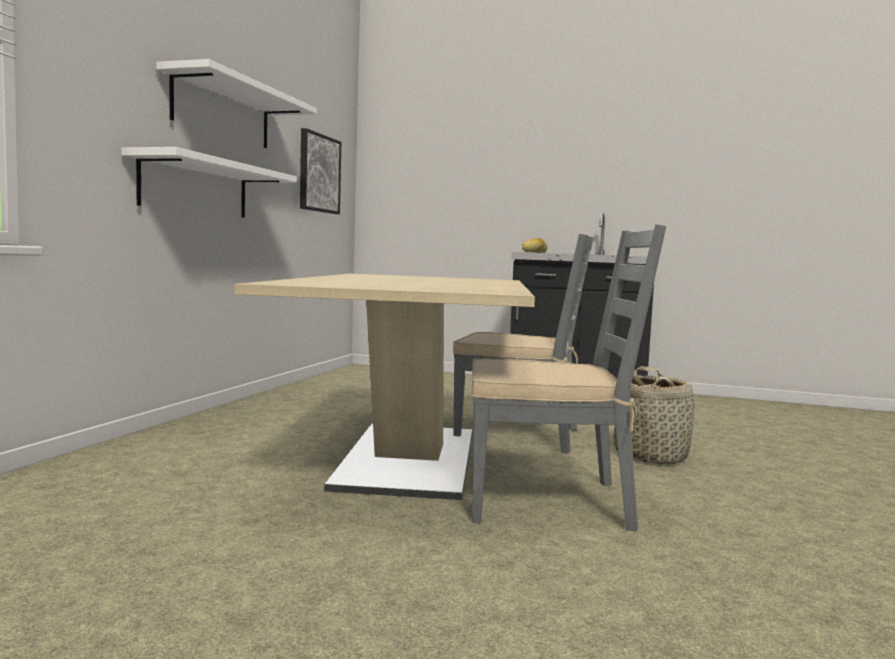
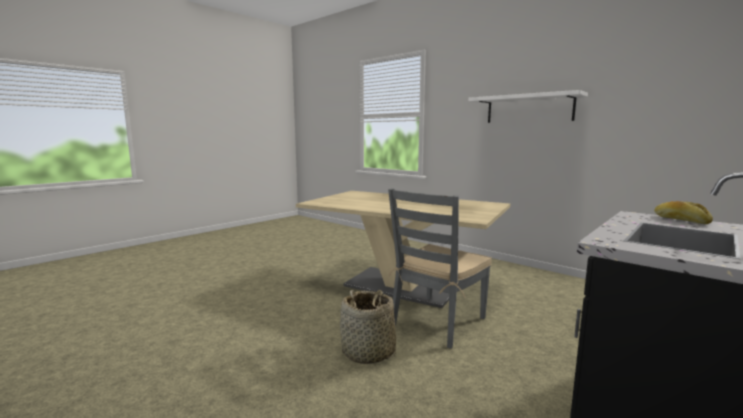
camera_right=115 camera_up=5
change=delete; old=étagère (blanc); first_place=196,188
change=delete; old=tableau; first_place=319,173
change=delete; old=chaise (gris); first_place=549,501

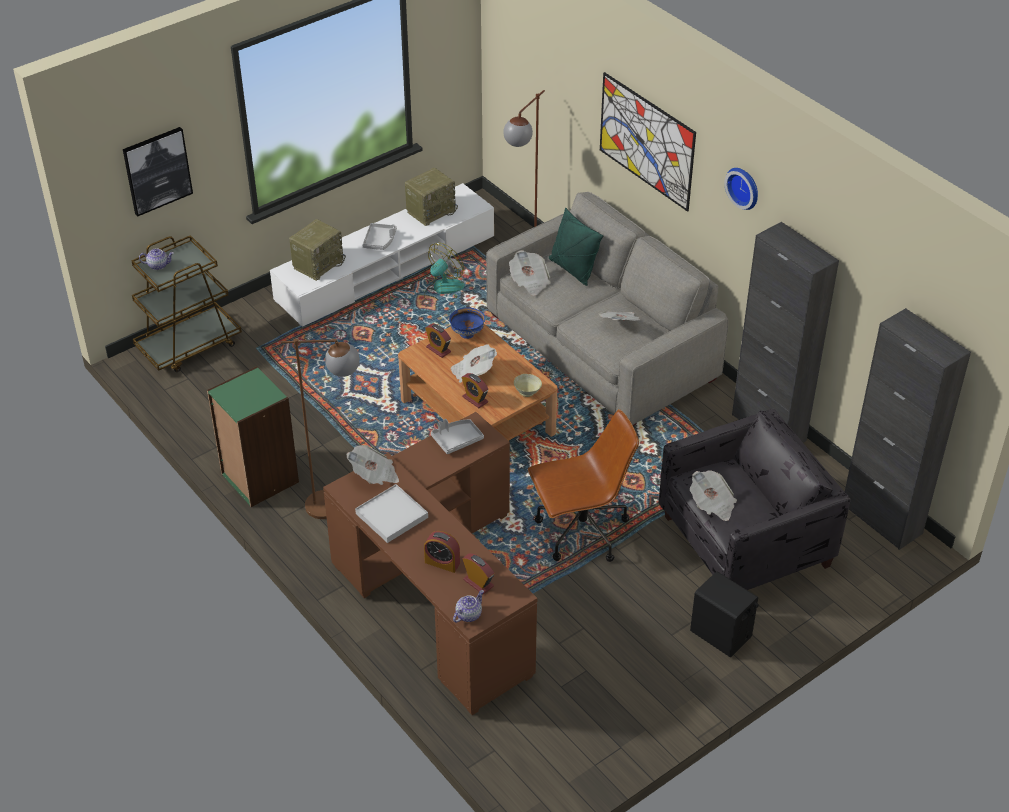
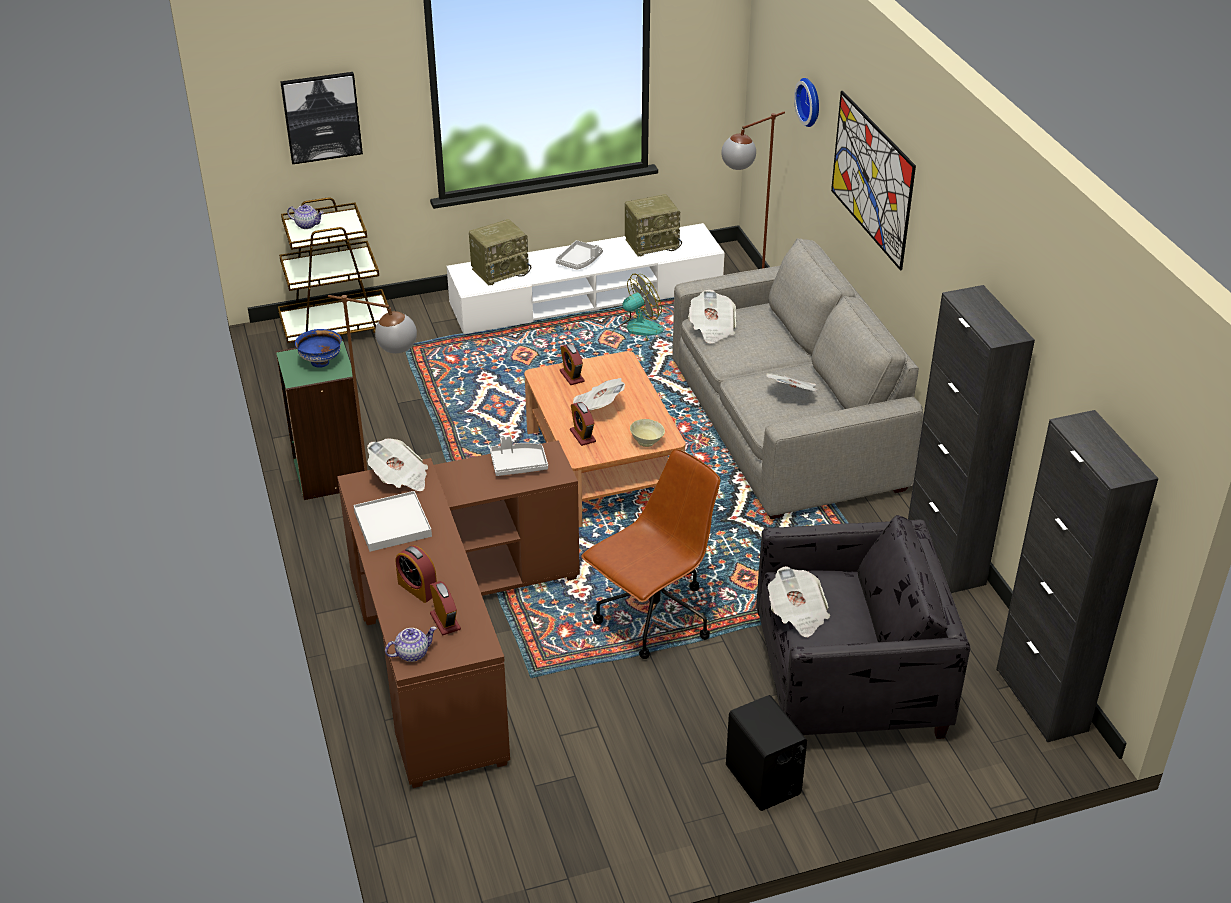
camera_right=20 camera_up=-5
change=move; old=bol (bleu); first_place=467,333; second_place=320,362
change=rotate; old=chaise de bureau (marron); first_place=580,532; second_place=653,618; degrees=-45
change=move; old=horloge murale; first_place=744,187; second_place=810,101
change=delete; old=coussin (vert); first_place=573,269

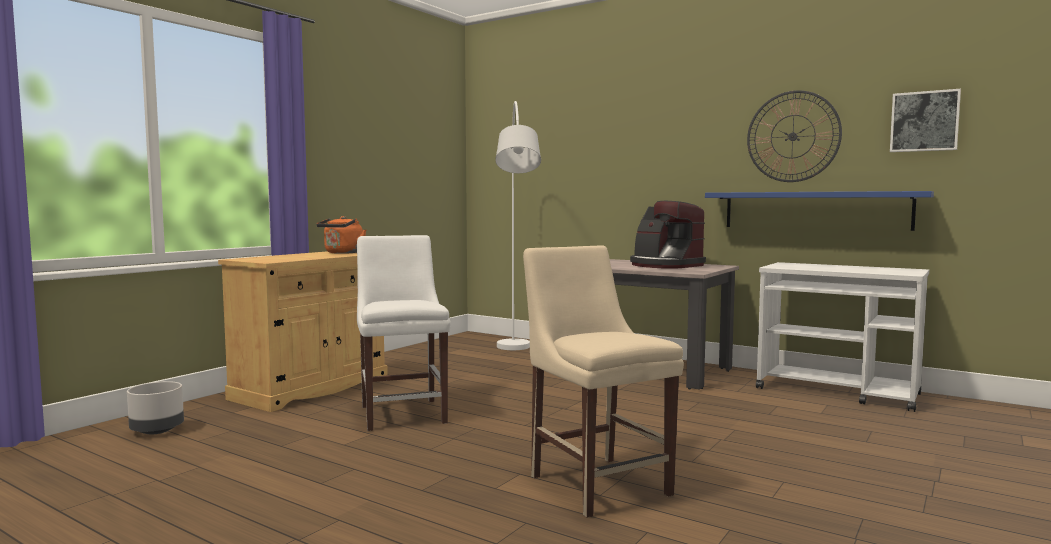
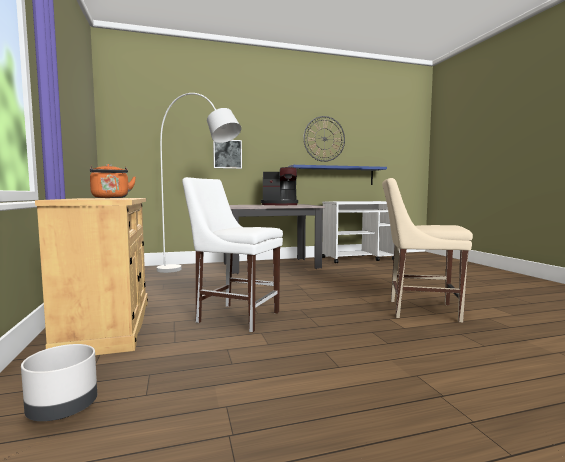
camera_right=-50 camera_up=0
change=move; old=tableau; first_place=924,121; second_place=227,154

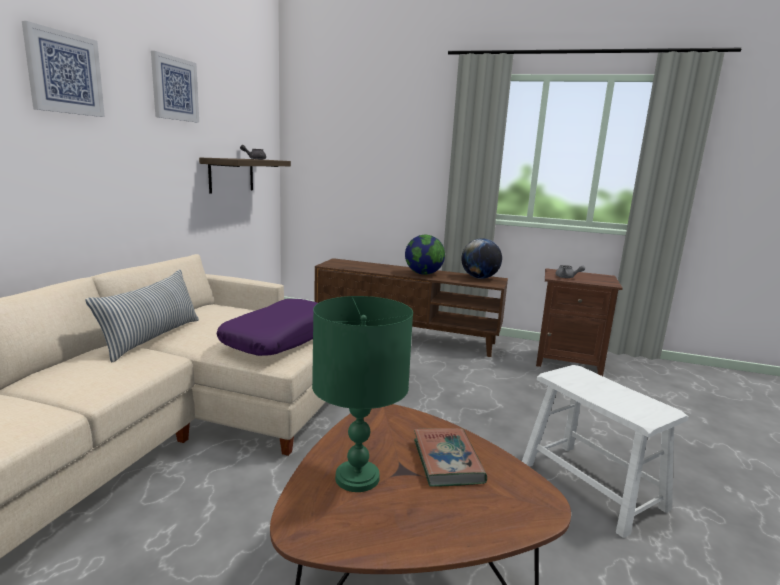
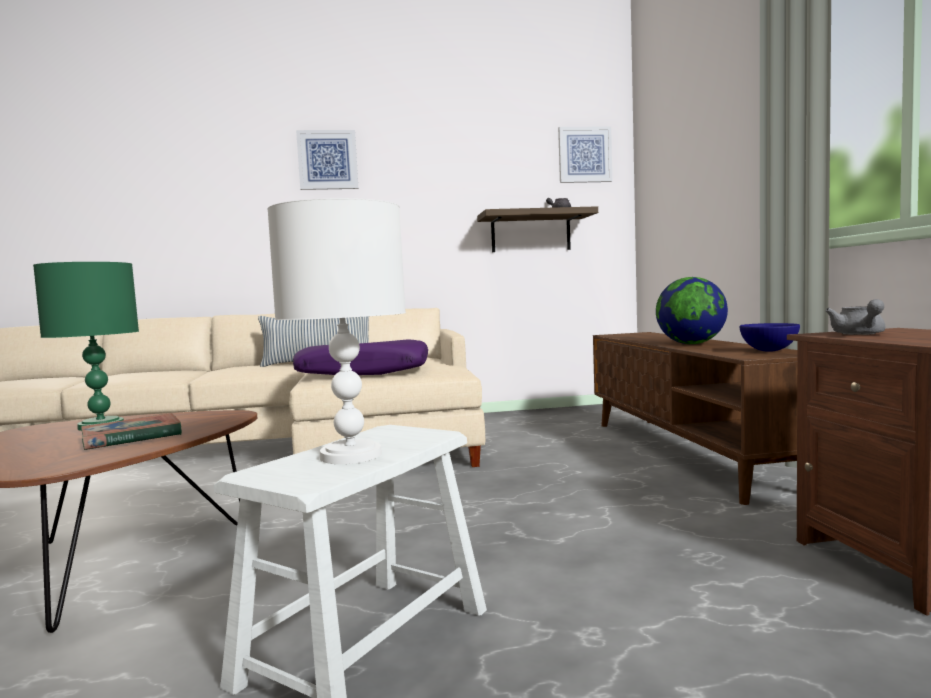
camera_right=65 camera_up=-10
change=insert; new=lampe de table (blanc); second_place=349,455
change=move; old=tableau; first_place=174,89; second_place=584,155
change=replace; old=globe; new=bol (bleu); first_place=479,278; second_place=768,351

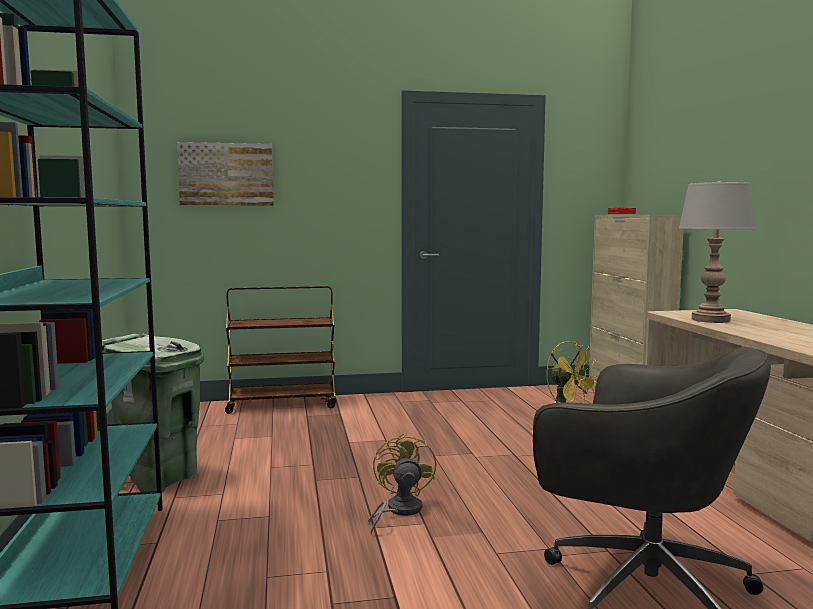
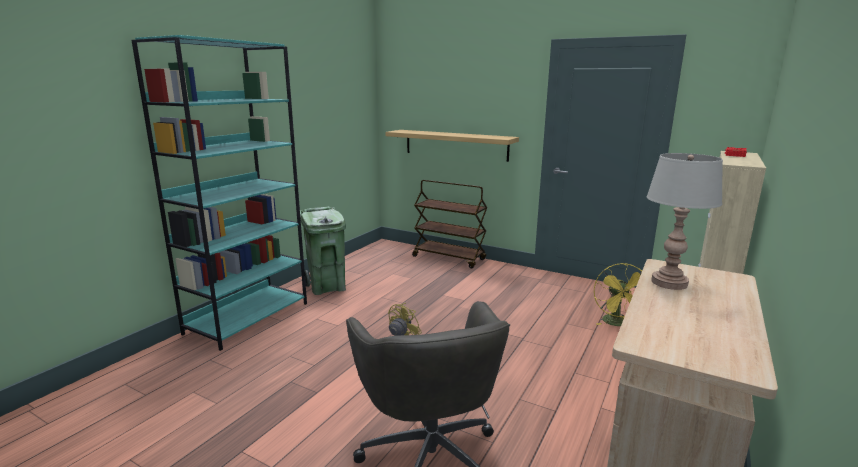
camera_right=40 camera_up=10
change=insert; new=étagère; second_place=455,145
change=delete; old=tableau; first_place=226,174

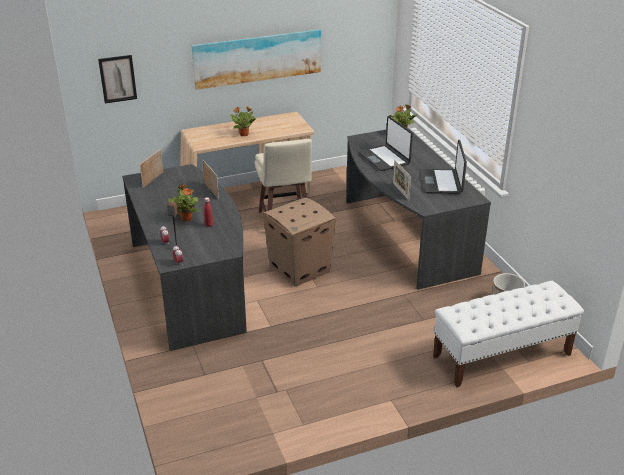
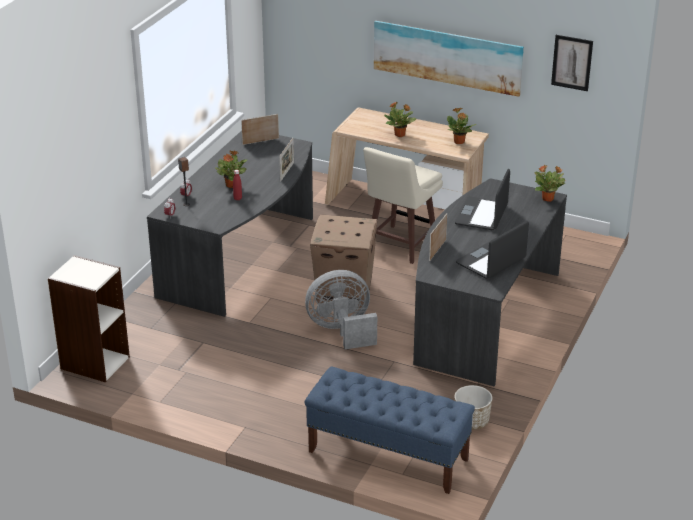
camera_right=45 camera_up=0
change=insert; new=bibliothèque; second_place=94,362
change=insert; new=ventilateur (gris); second_place=342,331
change=recolor; old=banc (blanc); new=banc (bleu); first_place=501,356; second_place=387,455
change=insert; new=plante en pot; second_place=459,142
change=move; old=tableau; first_place=118,79; second_place=572,62

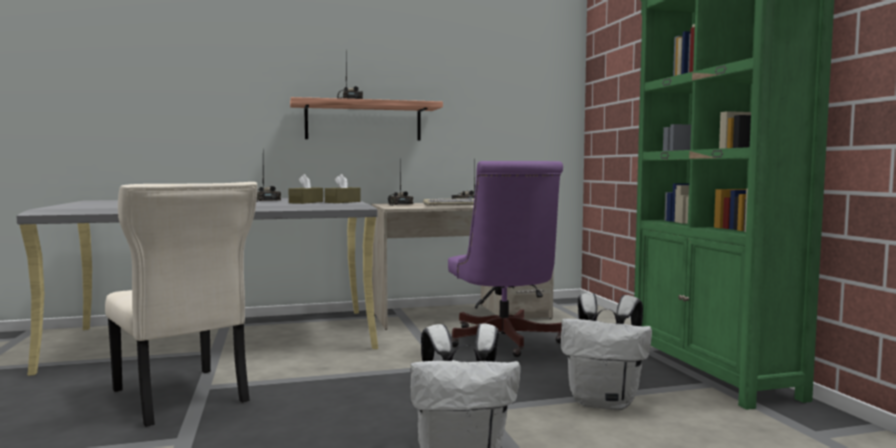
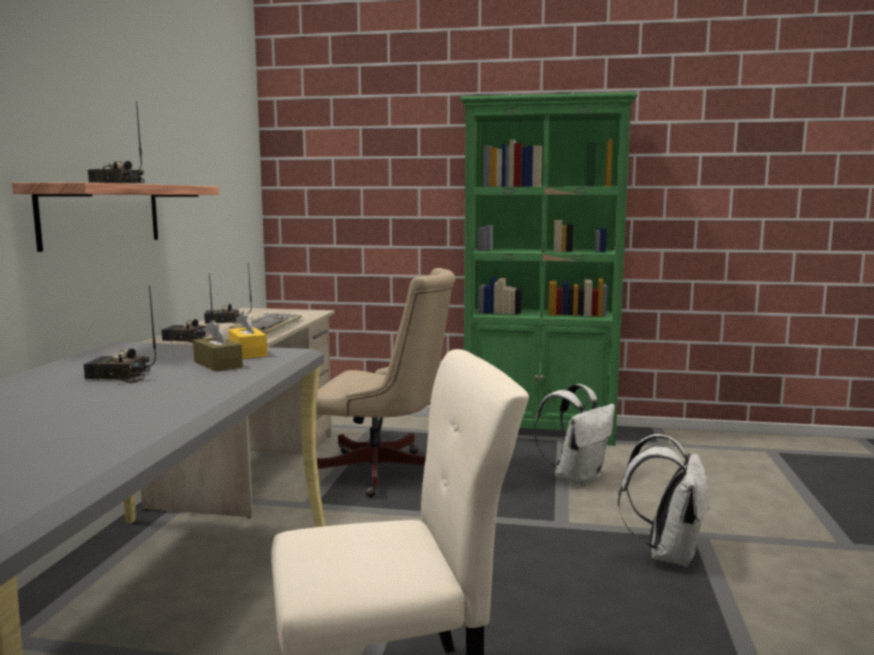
camera_right=-65 camera_up=5
change=recolor; old=boîte à mouchoirs (marron); new=boîte à mouchoirs (jaune); first_place=342,202; second_place=248,353
change=recolor; old=chaise de bureau (violet); new=chaise de bureau (beige); first_place=504,342; second_place=384,473

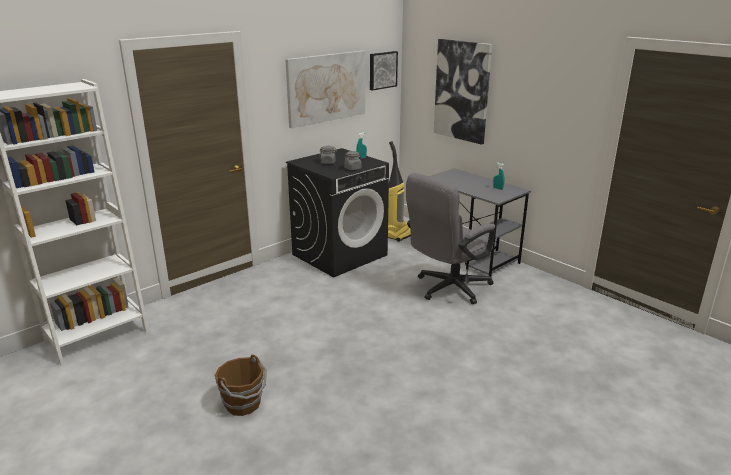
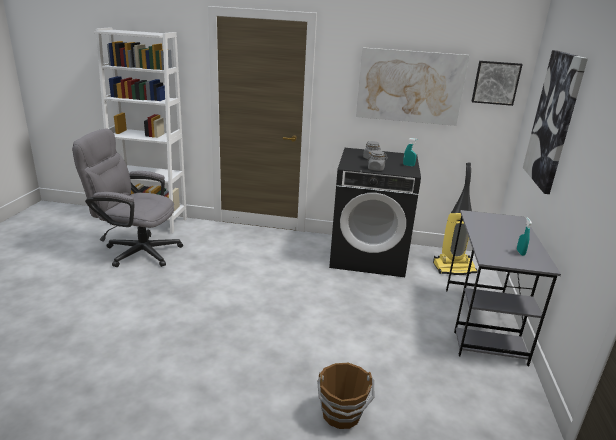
camera_right=50 camera_up=0
change=move; old=chaise de bureau (gris); first_place=447,289; second_place=136,251
change=move; old=seau (marron); first_place=243,404; second_place=342,414

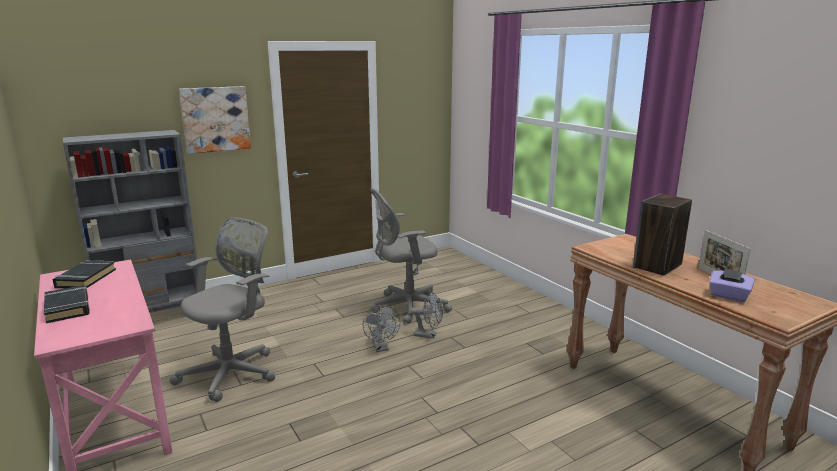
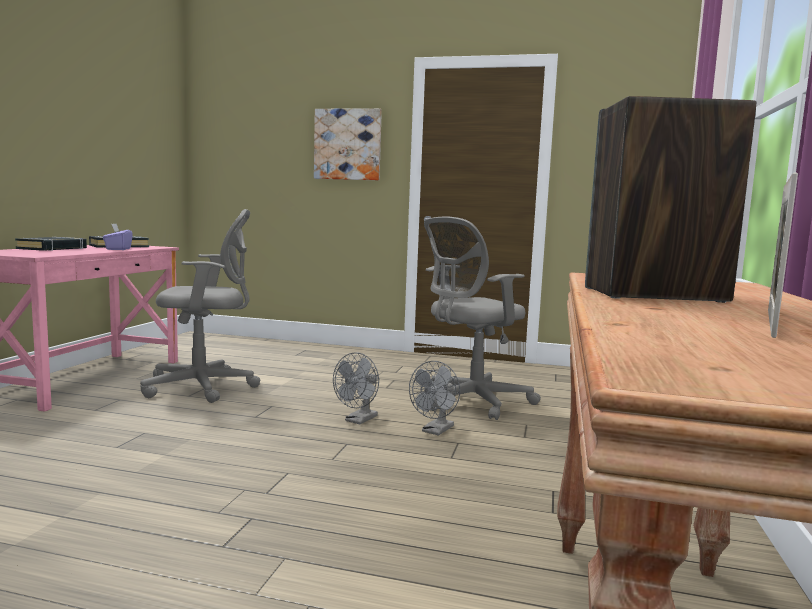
camera_right=45 camera_up=-10
change=move; old=boîte à mouchoirs (violet); first_place=728,296; second_place=118,249
change=rotate; old=ventilateur (gris); first_place=428,335; second_place=435,431; degrees=60
change=rotate; old=chaise de bureau (gris); first_place=406,307; second_place=471,402; degrees=-60
change=delete; old=bibliothèque (gris); first_place=153,318

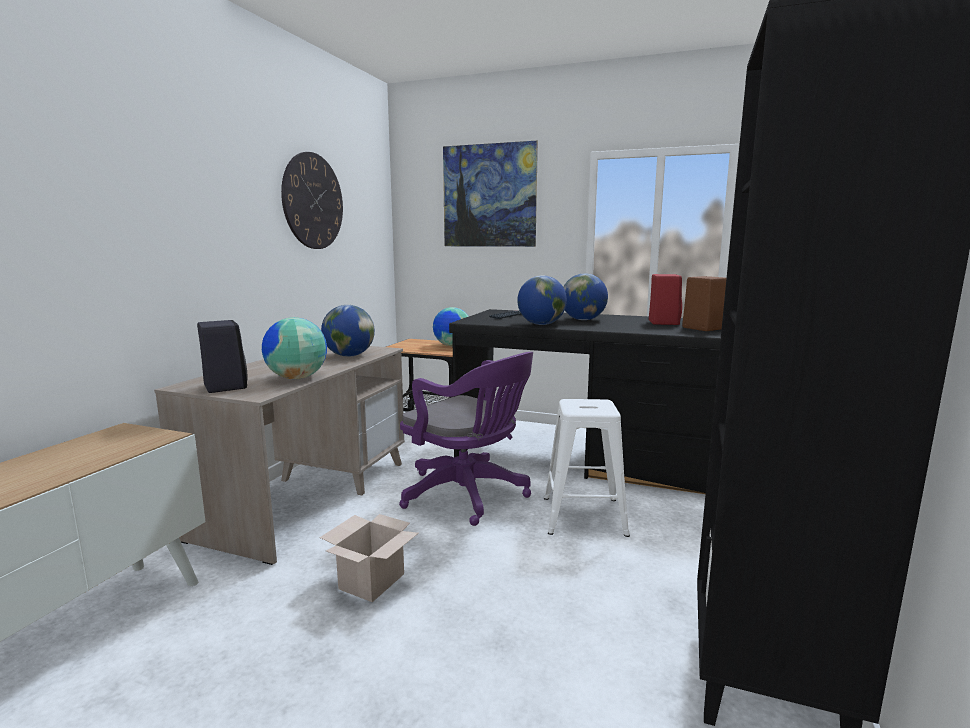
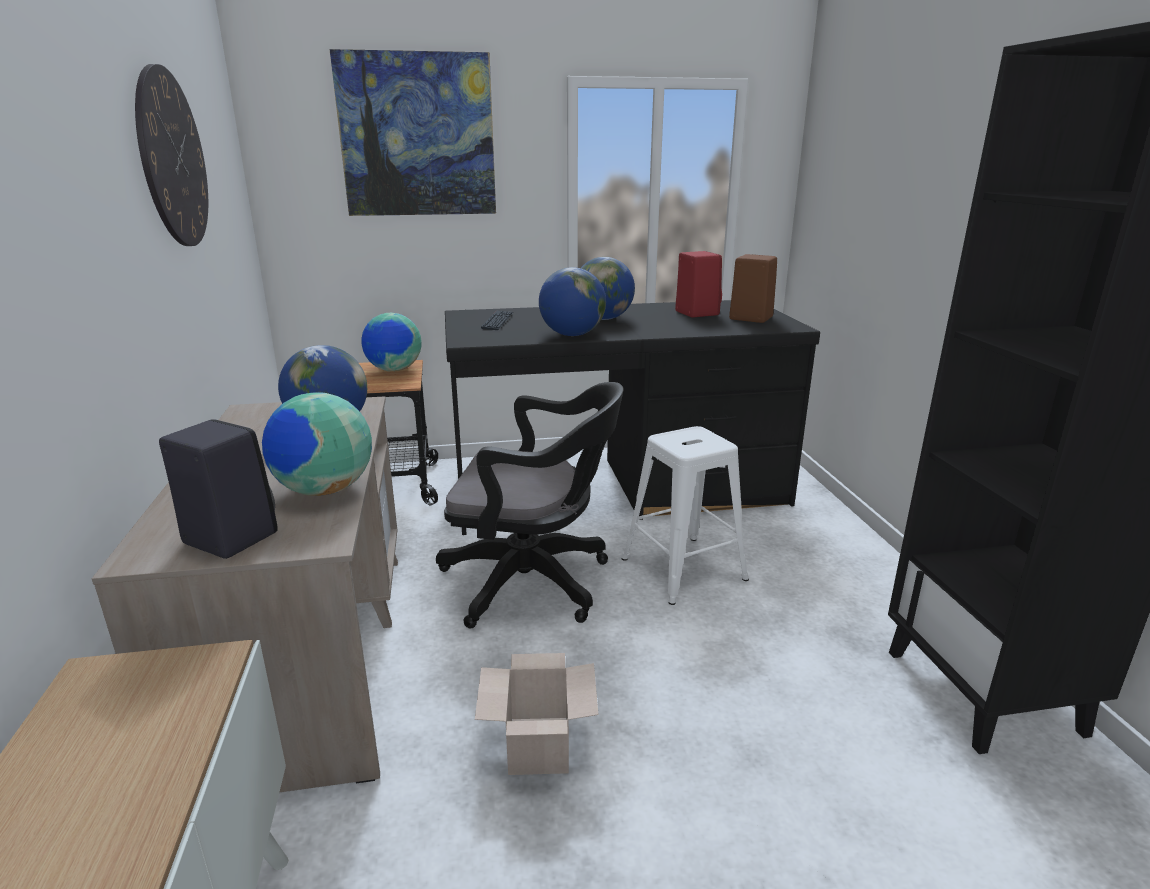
camera_right=-30 camera_up=10
change=recolor; old=chaise de bureau (violet); new=chaise de bureau (noir); first_place=469,495; second_place=534,582

